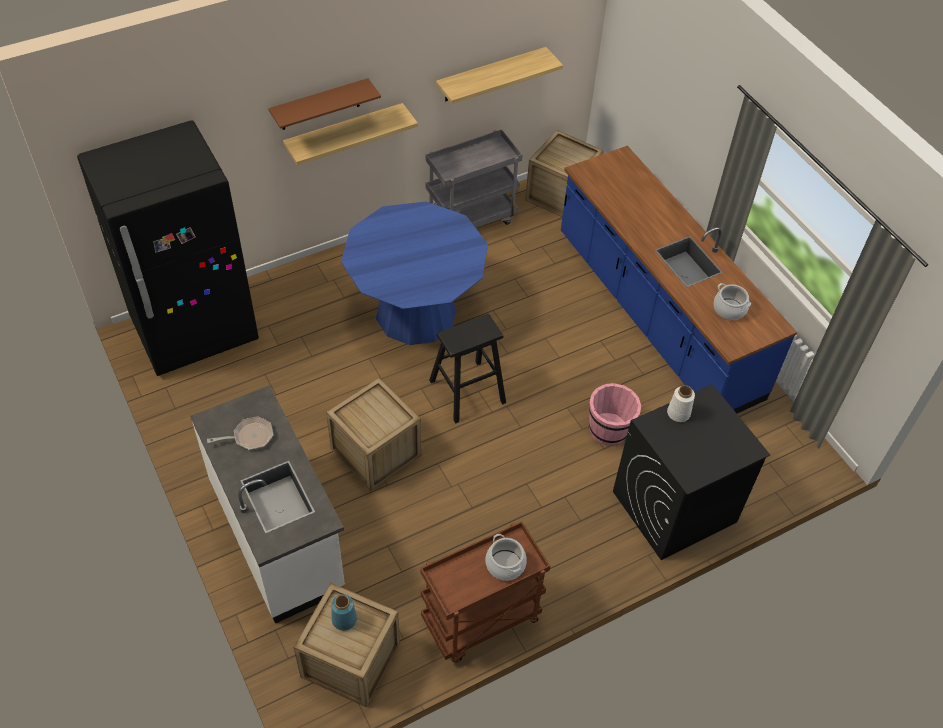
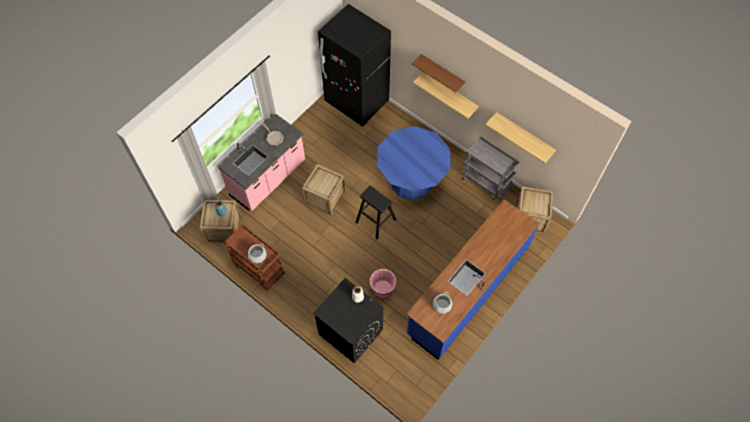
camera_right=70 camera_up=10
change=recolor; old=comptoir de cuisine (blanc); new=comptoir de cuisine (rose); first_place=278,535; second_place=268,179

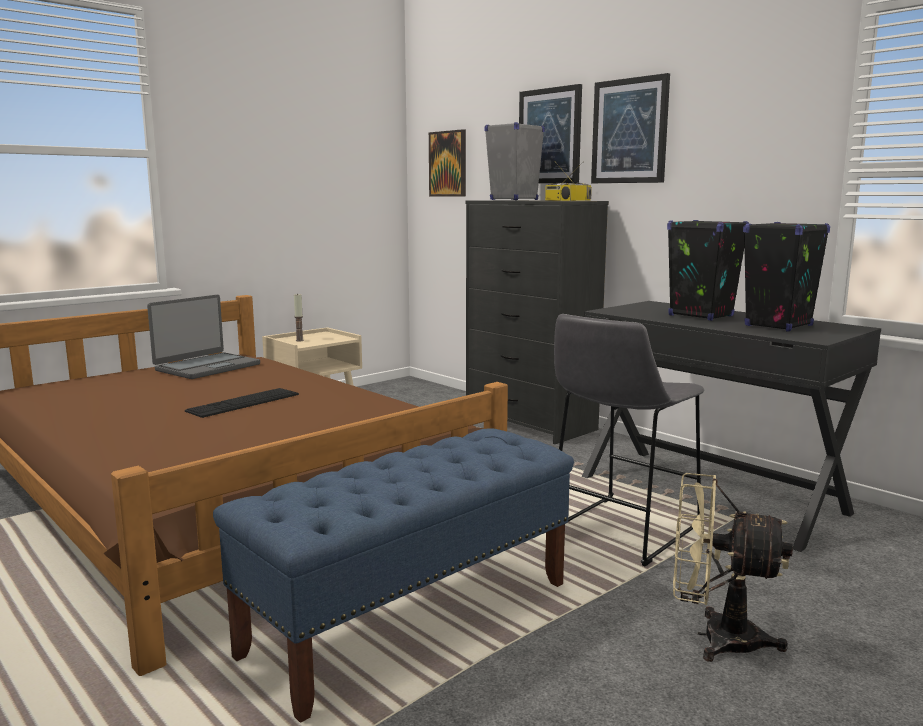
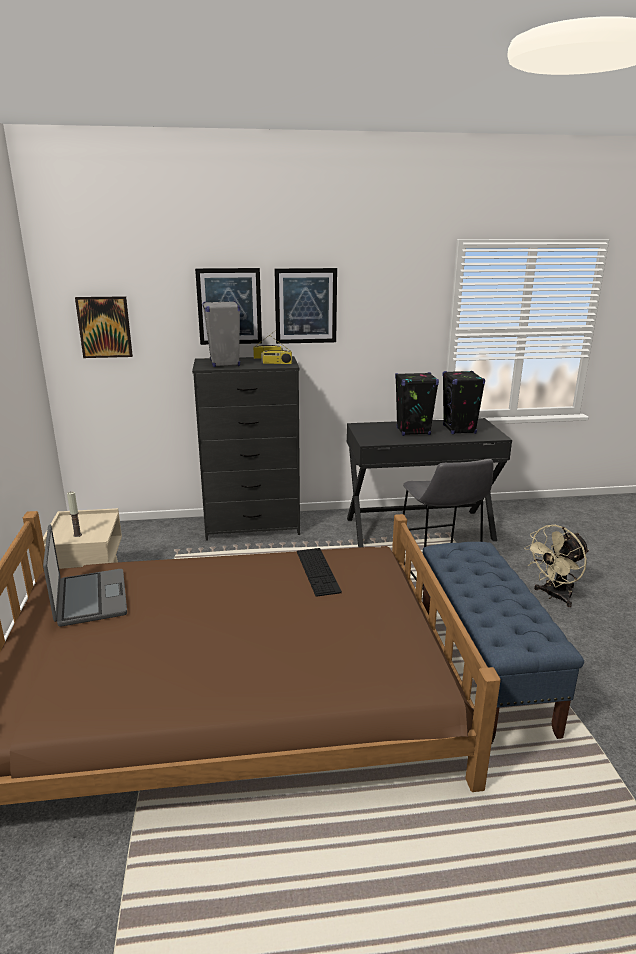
camera_right=-55 camera_up=10
change=move; old=clavier; first_place=244,402; second_place=317,571

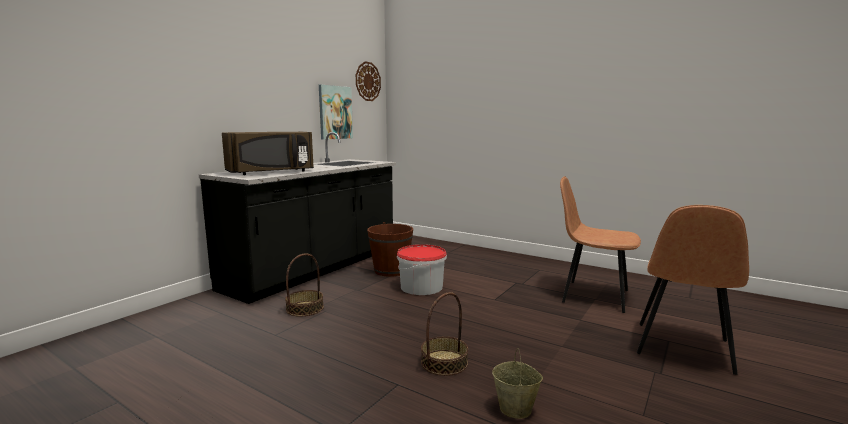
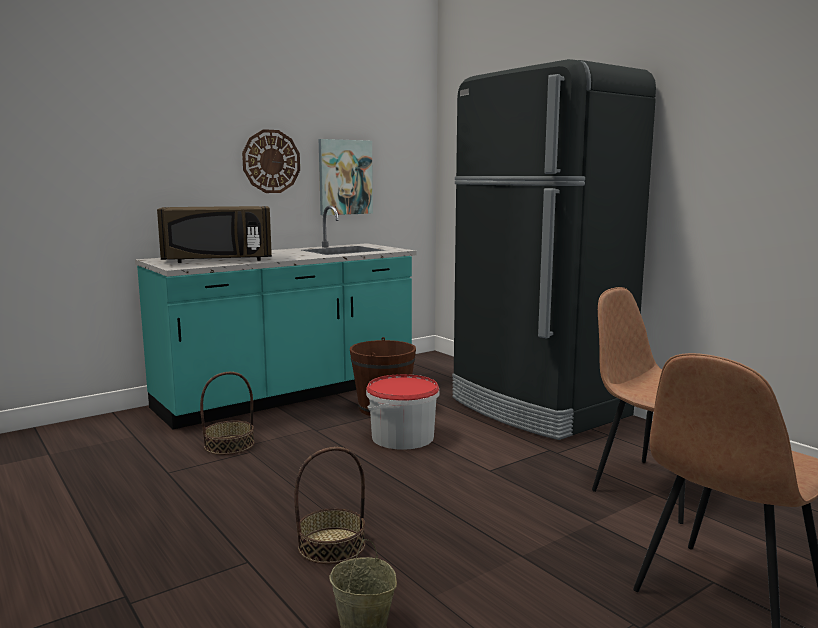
camera_right=20 camera_up=0
change=recolor; old=comptoir de cuisine (noir); new=comptoir de cuisine (turquoise); first_place=315,269; second_place=288,395
change=move; old=horloge murale; first_place=367,81; second_place=271,161
change=insert; new=réfrigérateur (noir); second_place=537,408

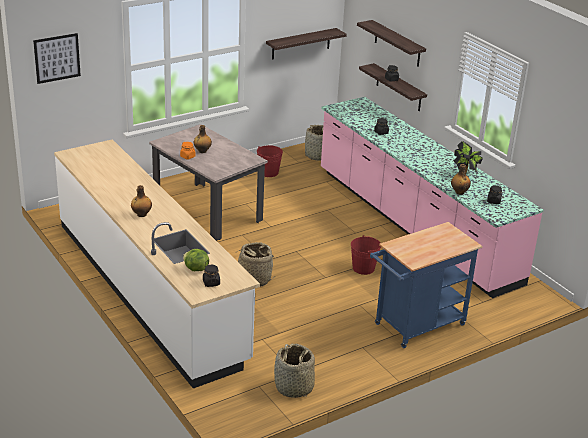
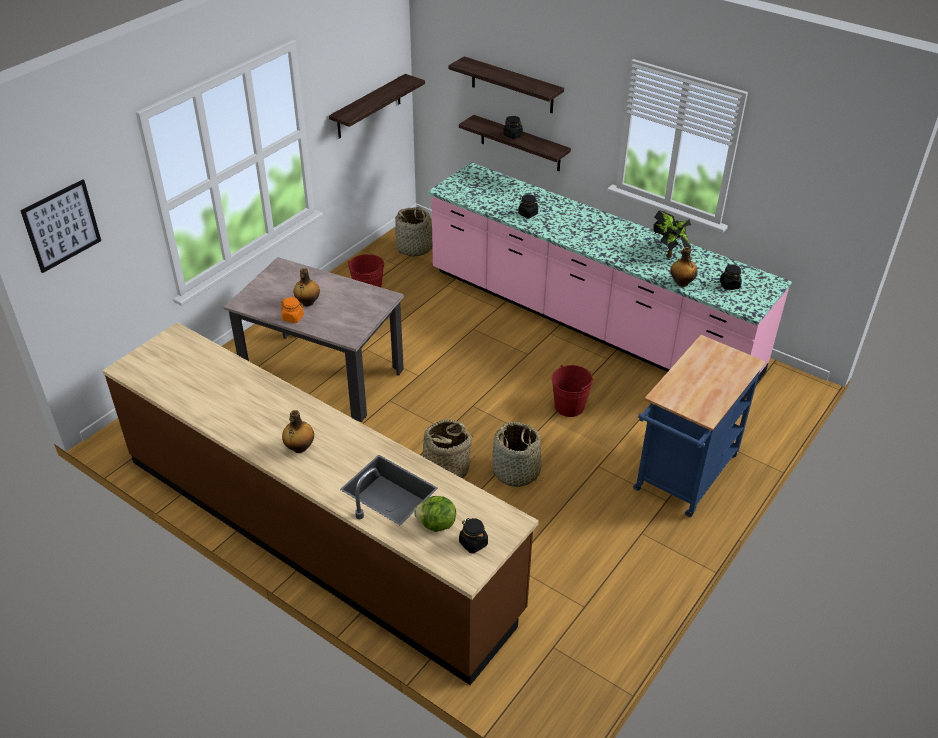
camera_right=-20 camera_up=10
change=recolor; old=comptoir de cuisine (blanc); new=comptoir de cuisine (marron); first_place=149,289; second_place=317,533
change=move; old=panier; first_place=294,387; second_place=516,472

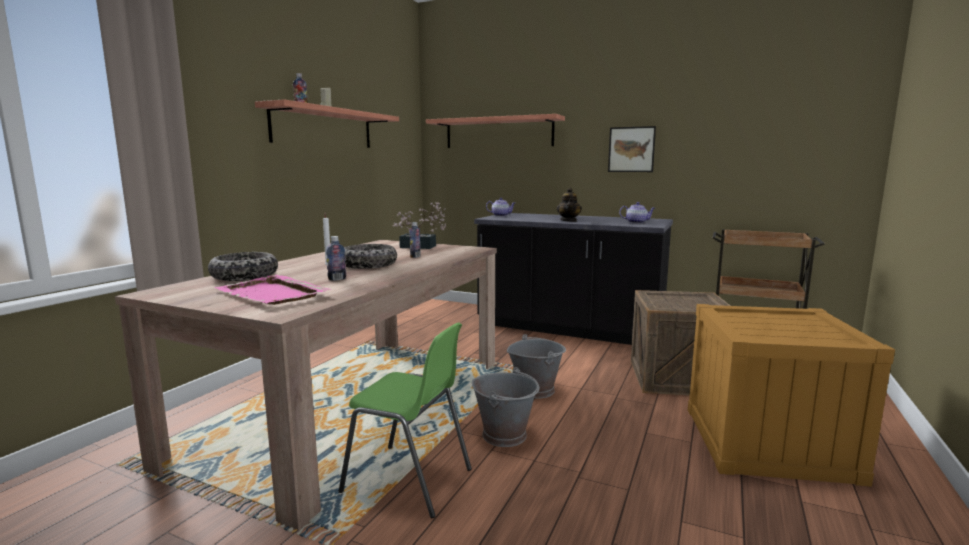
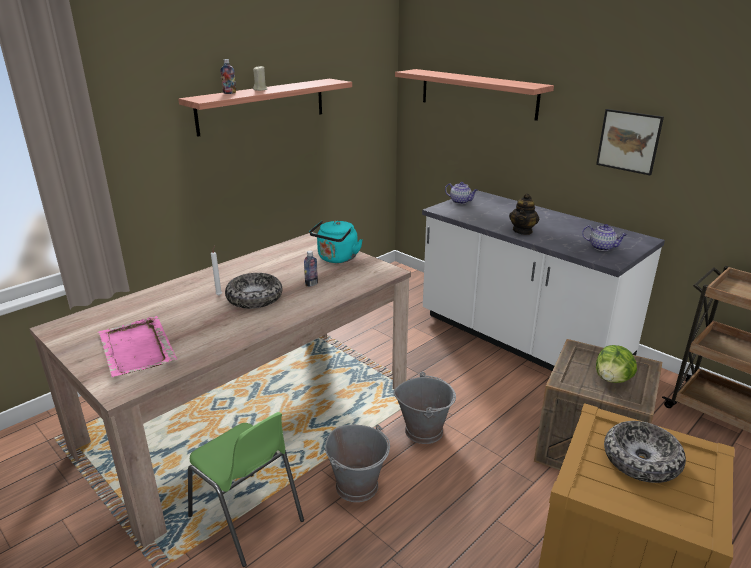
camera_right=20 camera_up=15
change=replace; old=plante en pot; new=bouilloire (turquoise); first_place=422,247; second_place=336,259
change=recolor; old=comptoir de cuisine (noir); new=comptoir de cuisine (blanc); first_place=569,328; second_place=520,340
change=insert; new=laitue; second_place=612,379
change=move; old=bol; first_place=245,276; second_place=641,460
change=delete; old=bouteille; first_place=337,279

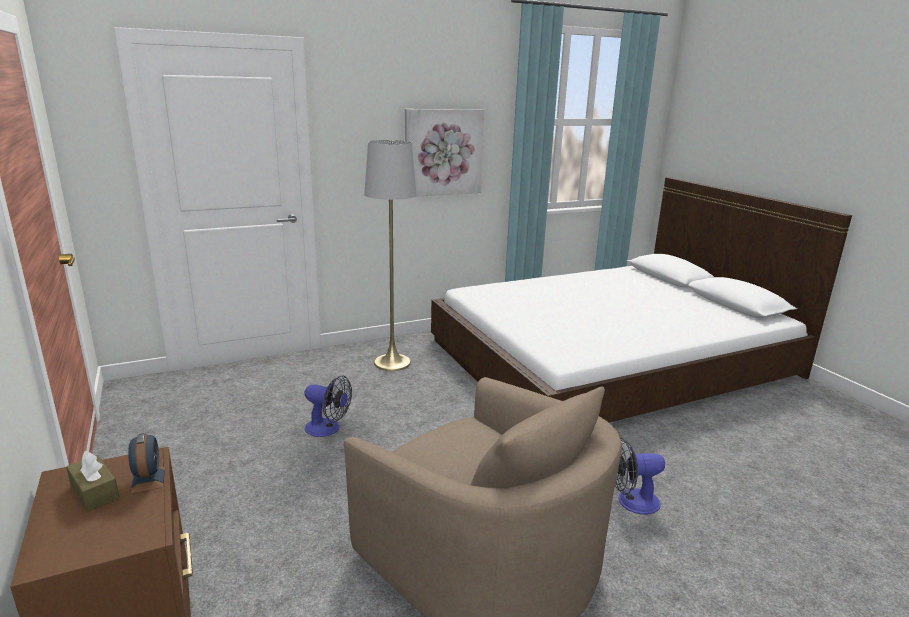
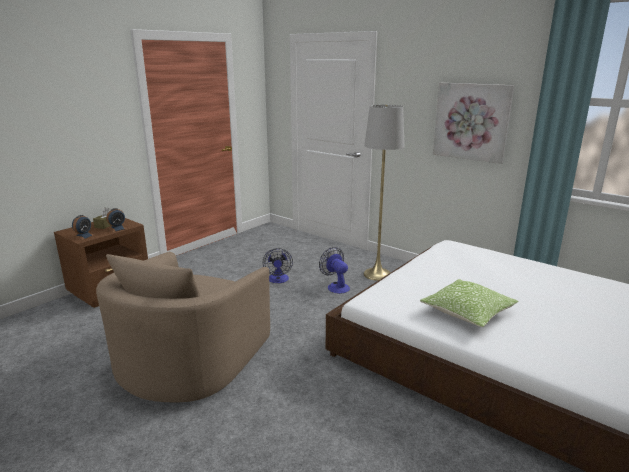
camera_right=65 camera_up=0
change=insert; new=réveil; second_place=83,236
change=move; old=ventilateur; first_place=631,502; second_place=336,286
change=insert; new=coussin; second_place=467,312

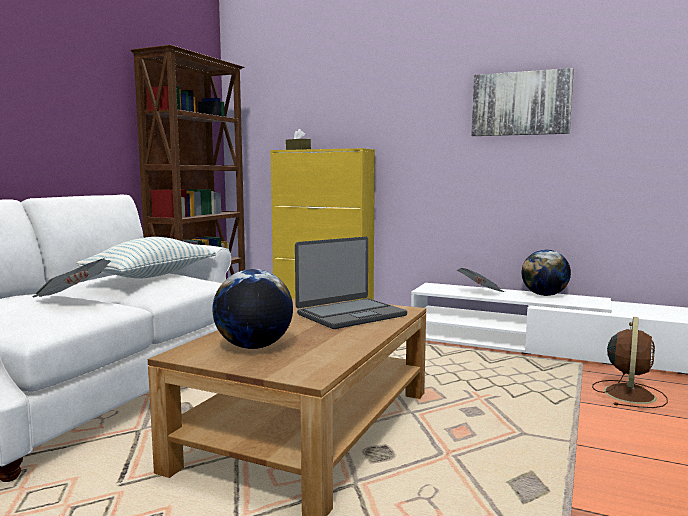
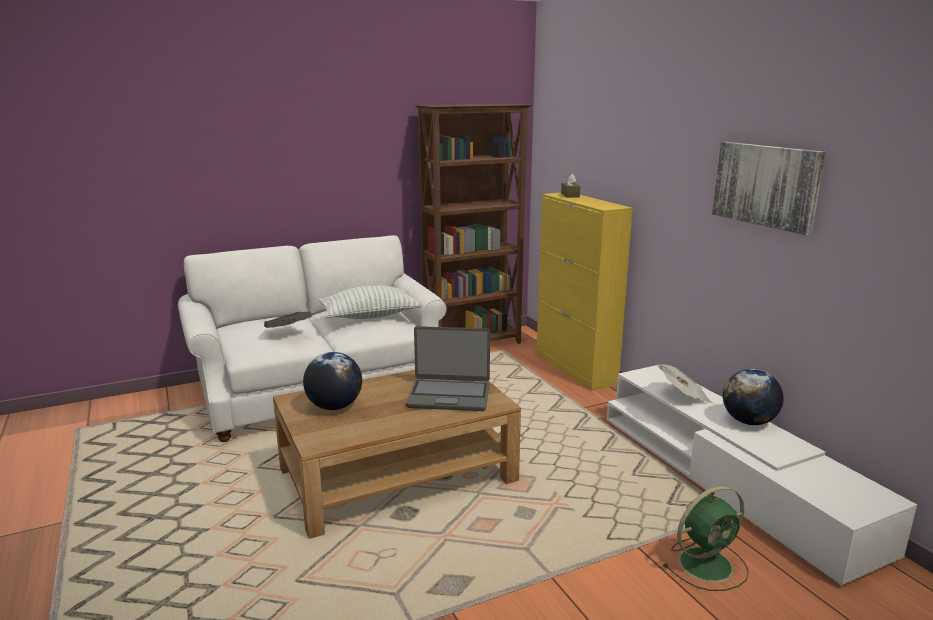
camera_right=40 camera_up=10
change=recolor; old=ventilateur (marron); new=ventilateur (vert); first_place=629,394; second_place=707,564

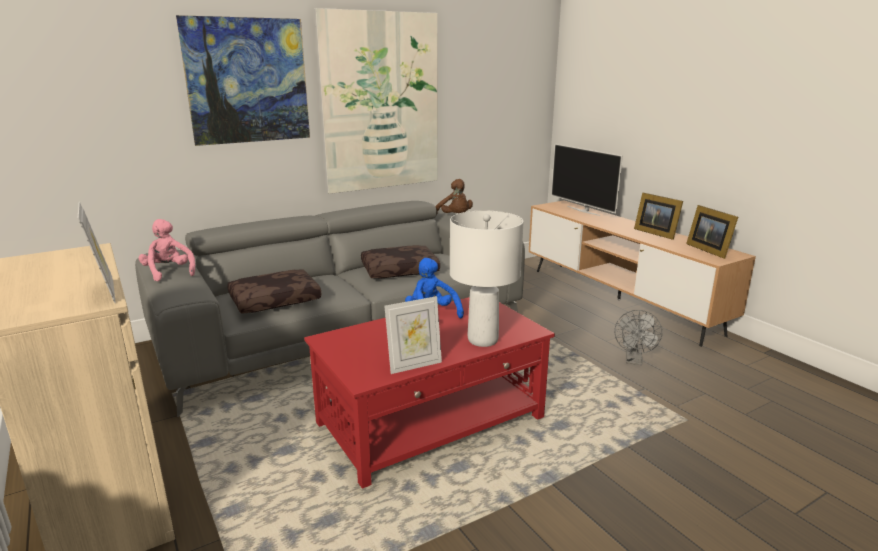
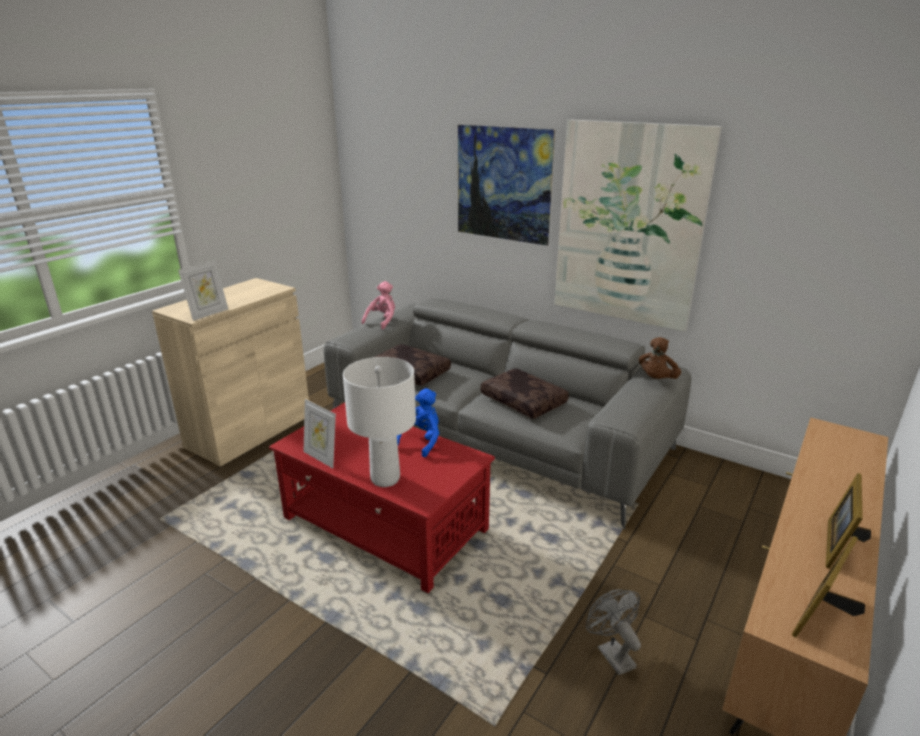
camera_right=65 camera_up=5
change=rotate; old=ventilateur (gris); first_place=634,361; second_place=611,653; degrees=75
change=delete; old=téléviseur; first_place=583,211

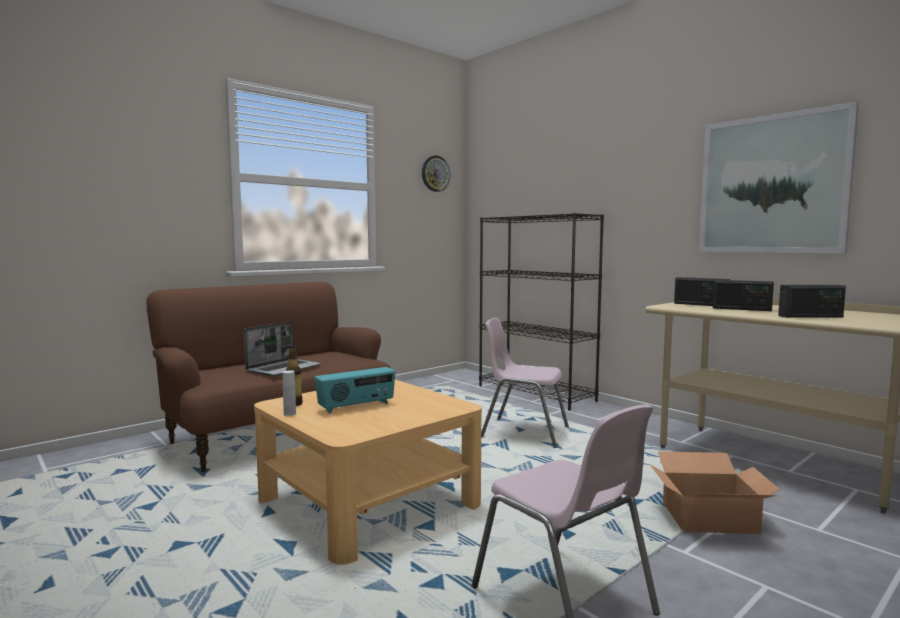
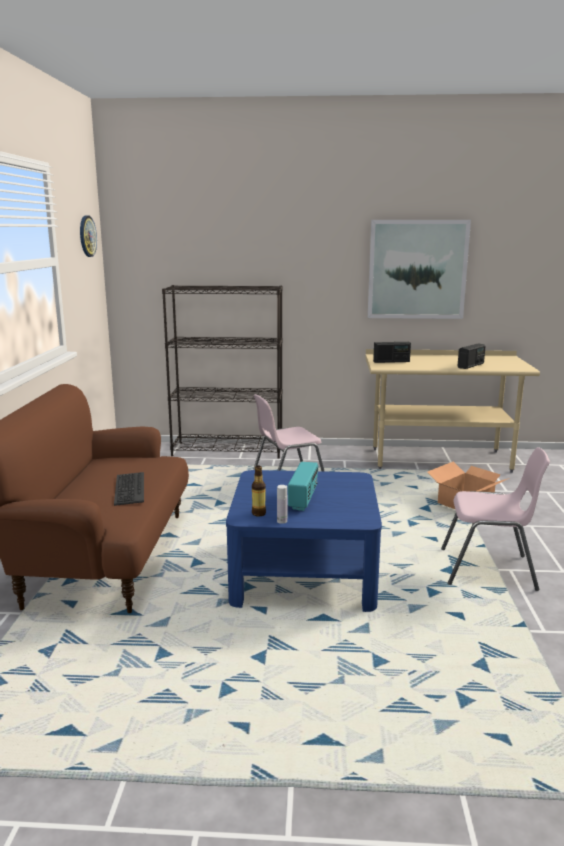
camera_right=-45 camera_up=10
change=replace; old=ordinateur portable; new=clavier; first_place=284,369; second_place=129,489
change=recolor; old=table basse (beige); new=table basse (bleu); first_place=369,502; second_place=303,572
change=delete; old=radio; first_place=741,309

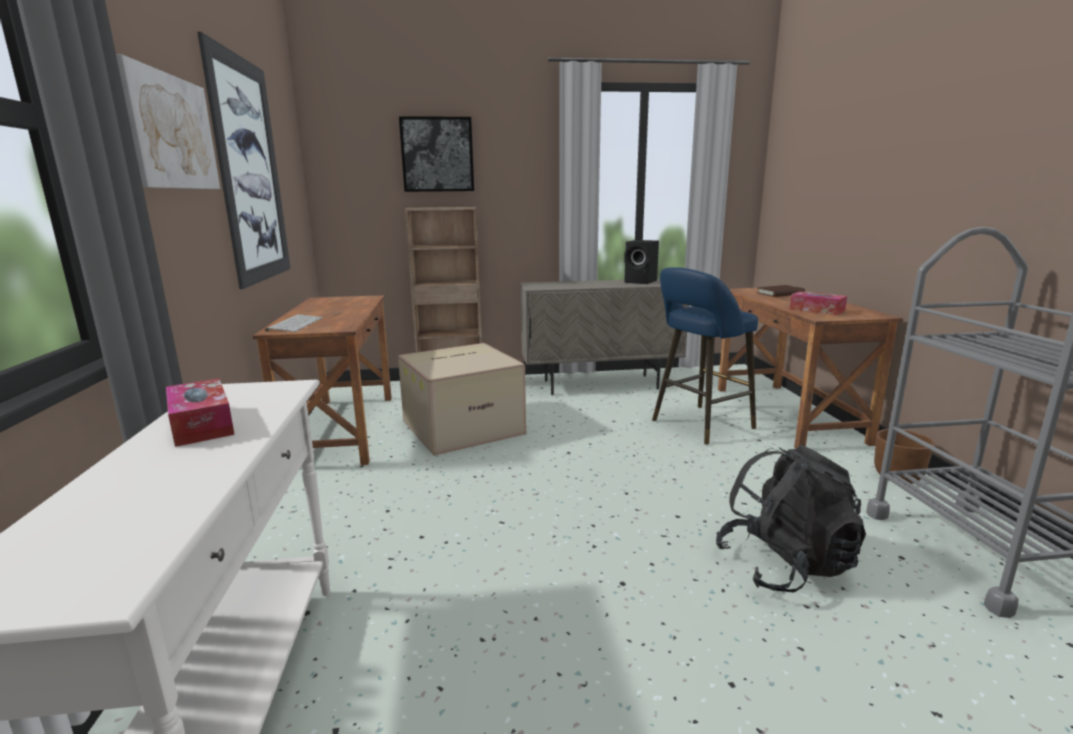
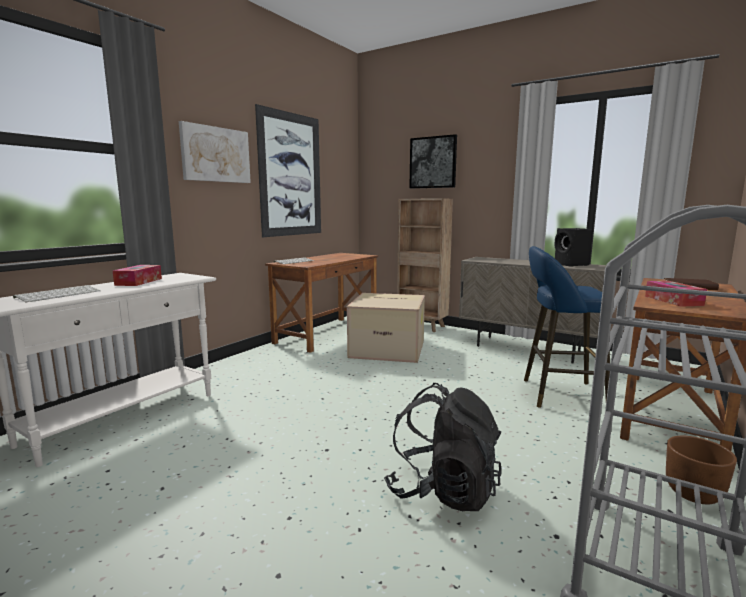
camera_right=40 camera_up=-5
change=insert; new=clavier; second_place=59,294

